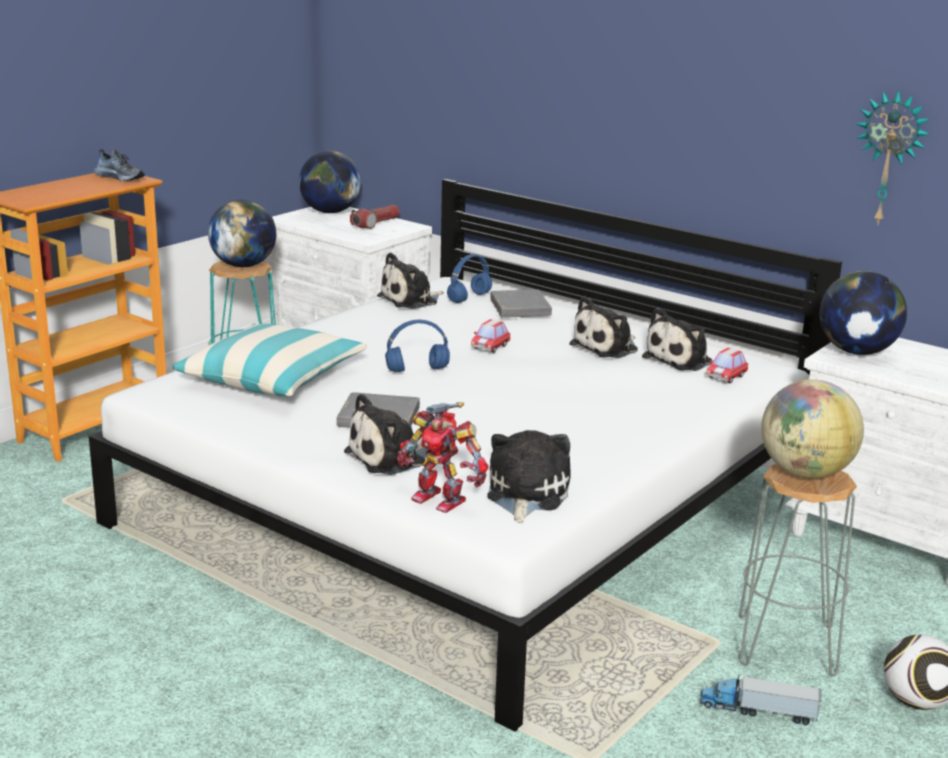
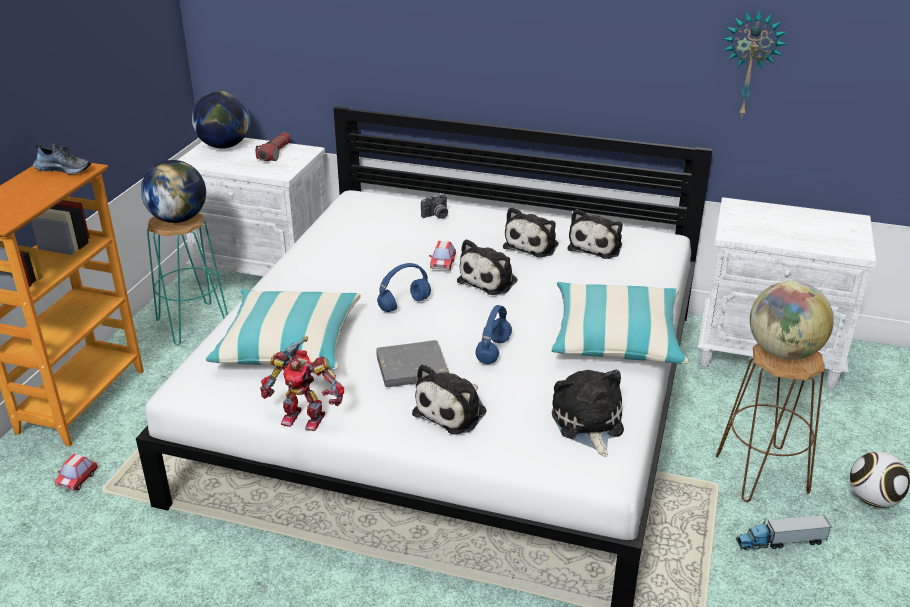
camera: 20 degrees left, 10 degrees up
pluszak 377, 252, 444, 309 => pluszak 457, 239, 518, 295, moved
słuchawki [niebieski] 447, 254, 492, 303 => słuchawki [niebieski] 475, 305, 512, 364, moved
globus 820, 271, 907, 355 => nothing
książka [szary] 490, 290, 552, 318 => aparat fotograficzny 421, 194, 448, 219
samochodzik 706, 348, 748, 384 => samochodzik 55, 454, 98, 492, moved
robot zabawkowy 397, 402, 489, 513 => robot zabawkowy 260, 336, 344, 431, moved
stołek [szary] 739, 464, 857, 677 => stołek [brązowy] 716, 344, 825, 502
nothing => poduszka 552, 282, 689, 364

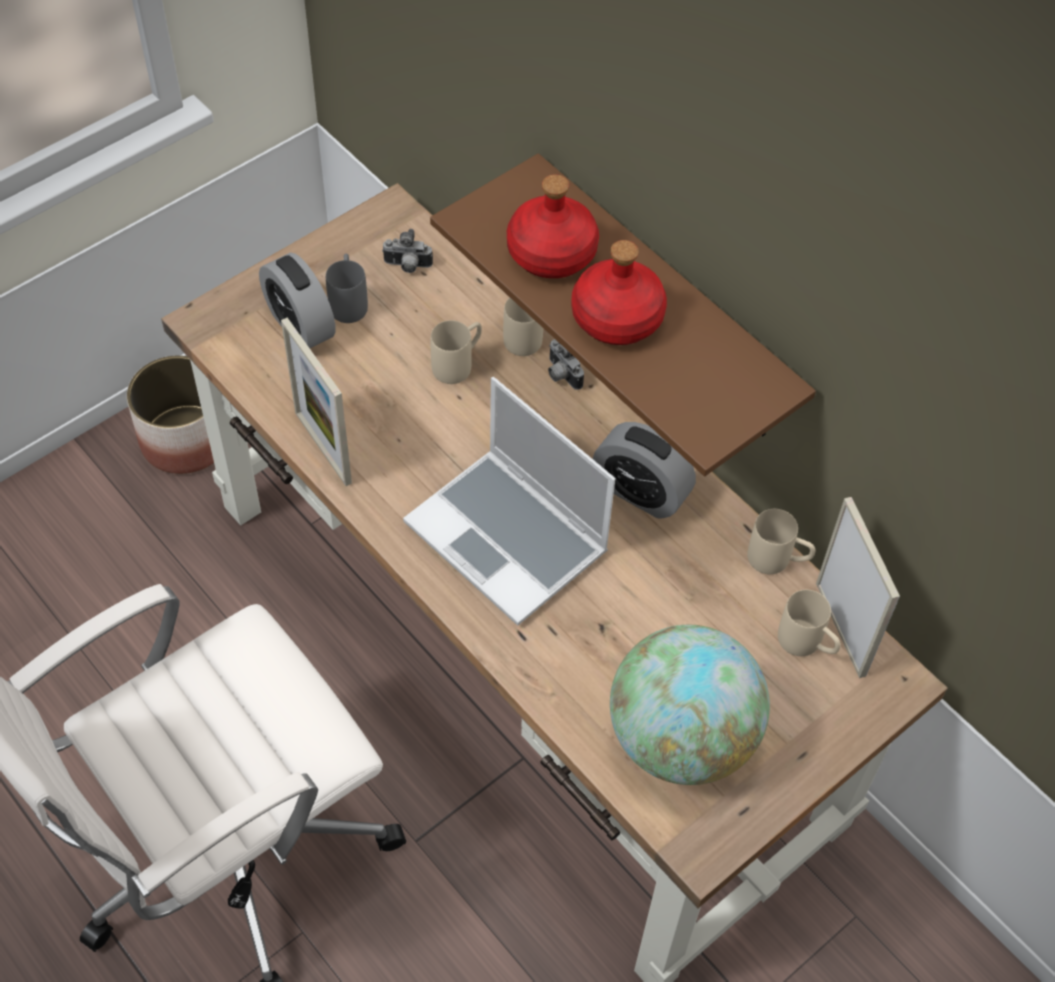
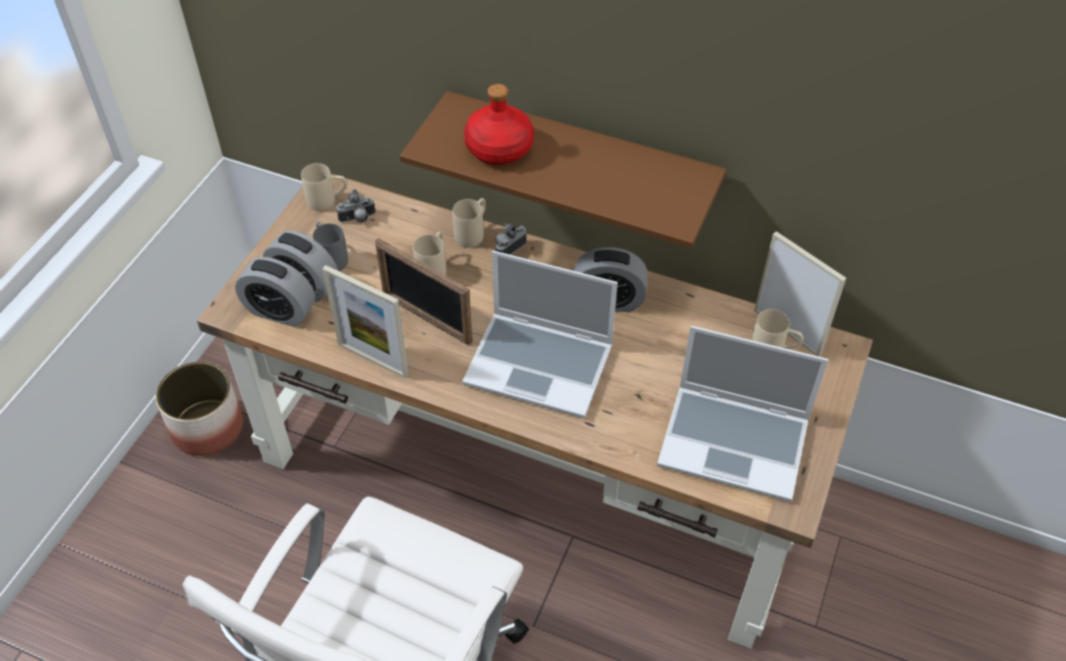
camera: 25 degrees left, 5 degrees down
butelka [czerwony] 572, 240, 667, 345 => nothing
aparat fotograficzny 548, 339, 584, 390 => aparat fotograficzny 495, 223, 527, 255, 105 degrees clockwise
kubek [beżowy] 747, 509, 816, 575 => kubek [beżowy] 301, 163, 347, 211, moved
globus 610, 625, 770, 785 => laptop 657, 326, 828, 502
nothing => ramka na zdjęcie 375, 238, 473, 345
nothing => budzik 235, 257, 315, 327

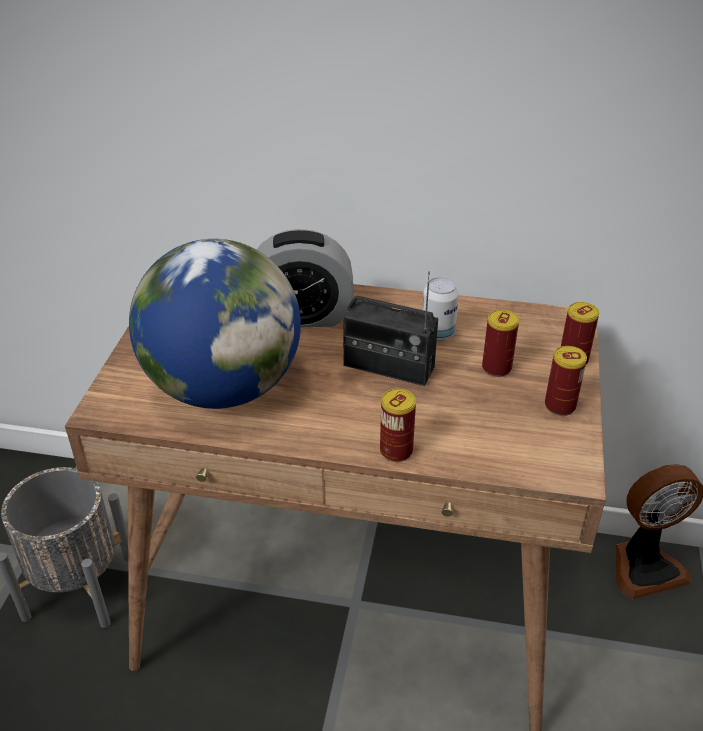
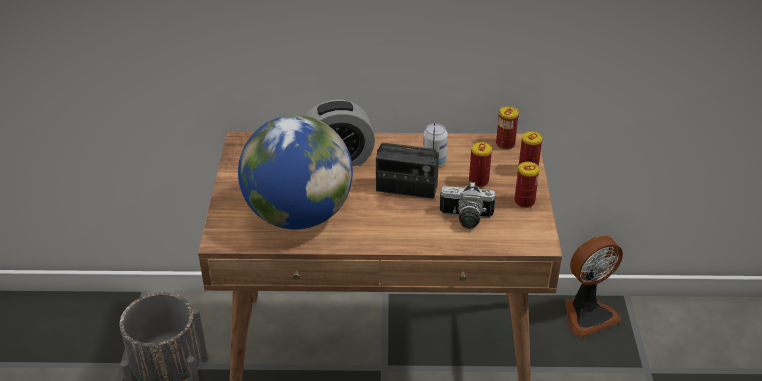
camera: 10 degrees left, 0 degrees up
puszka 380, 389, 416, 462 => puszka 496, 106, 519, 150, moved
nothing => aparat fotograficzny 440, 182, 495, 229

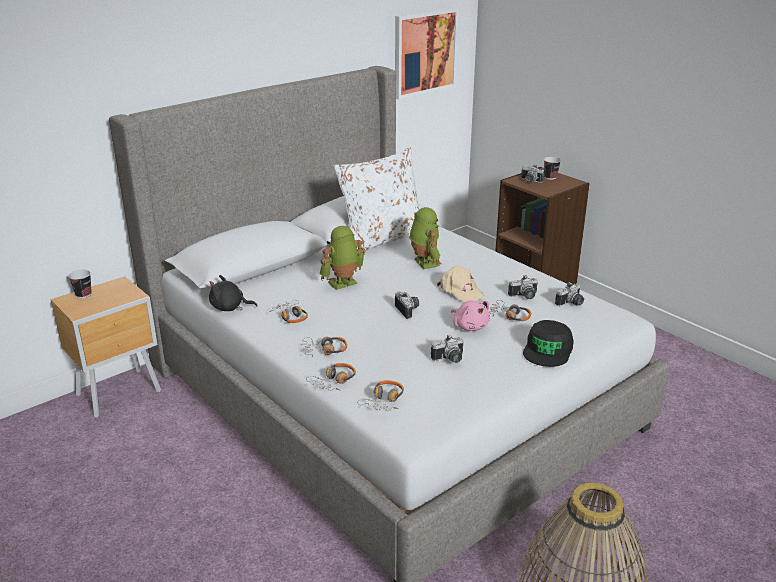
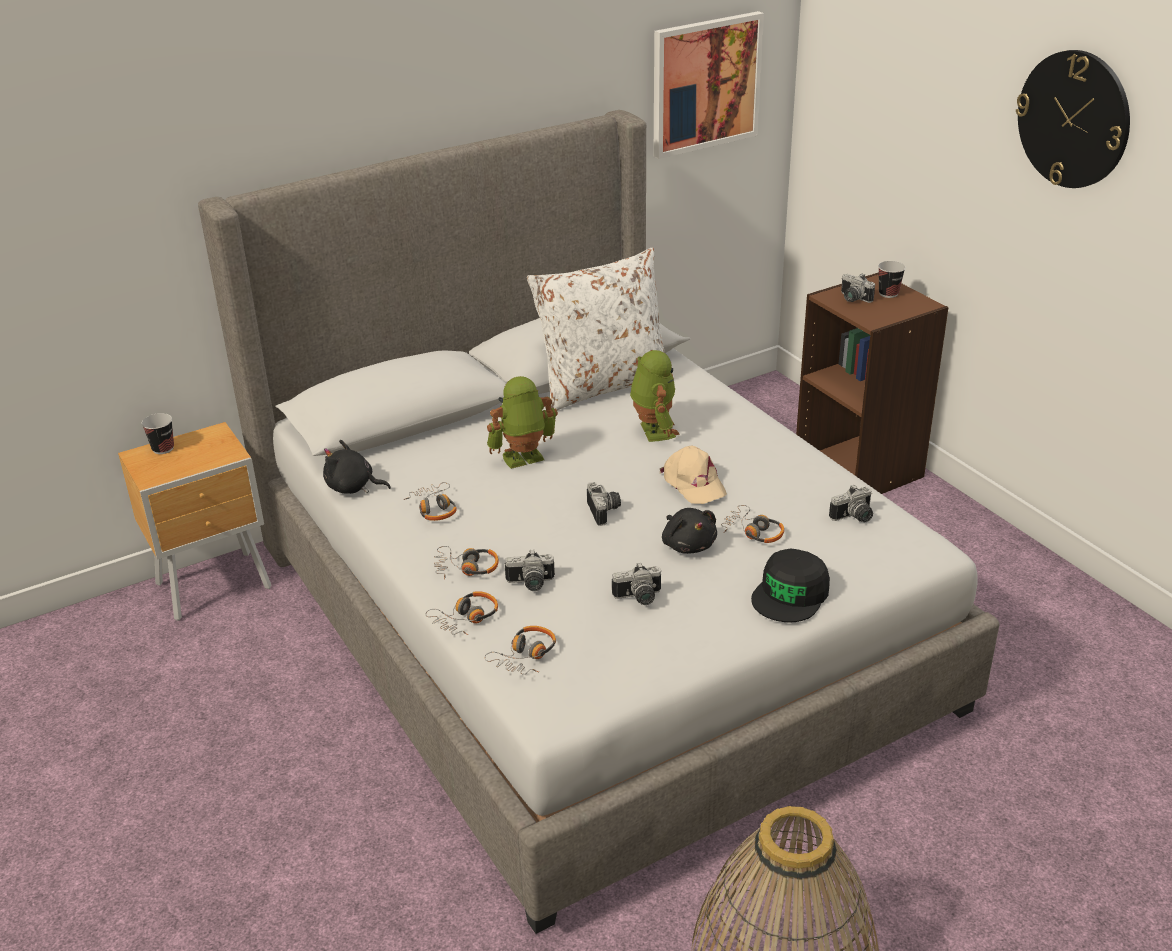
camera: 10 degrees right, 5 degrees up
aparat fotograficzny 508, 276, 538, 299 => aparat fotograficzny 505, 549, 555, 591, moved
pluszak [różowy] 451, 300, 490, 331 => pluszak [czarny] 662, 508, 717, 554
nothing => zegar ścienny 1016, 50, 1130, 188

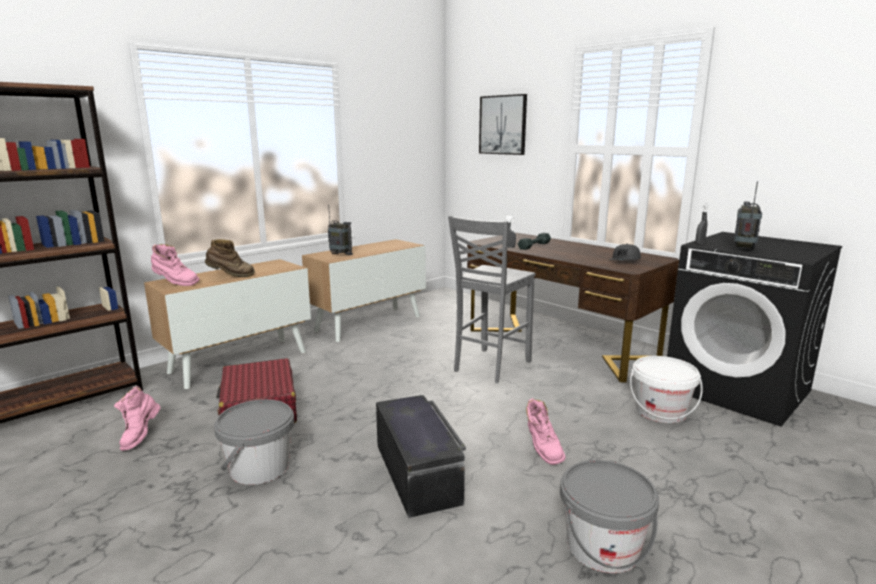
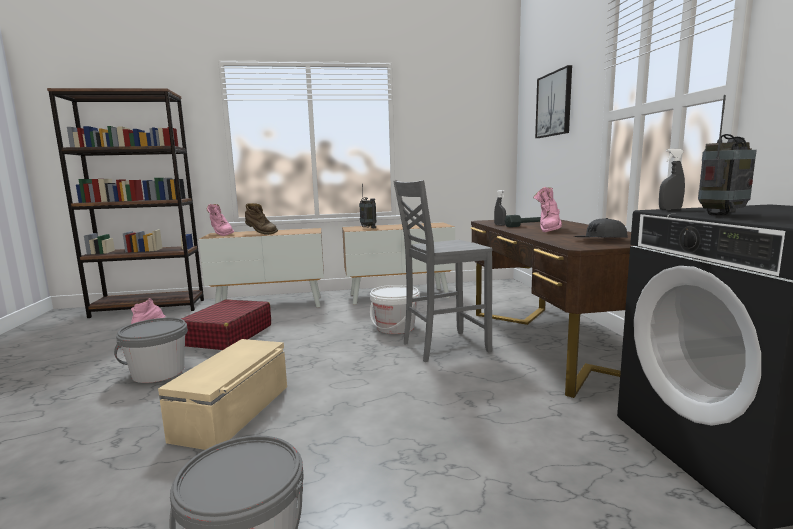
camera: 35 degrees right, 5 degrees down
wiadro [biały] 630, 356, 703, 423 => wiadro [biały] 370, 285, 420, 334, moved
pojemnik do przechowywania [czarny] 376, 395, 466, 518 => pojemnik do przechowywania [beżowy] 158, 339, 287, 450
but z cholewką [różowy] 526, 398, 566, 465 => but z cholewką [różowy] 533, 187, 562, 232, moved

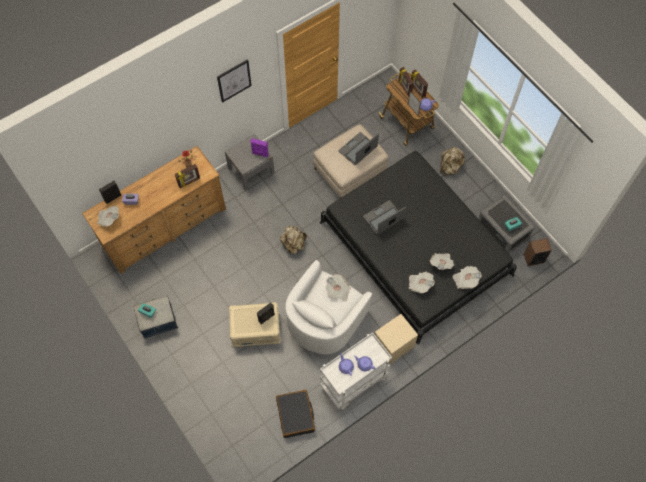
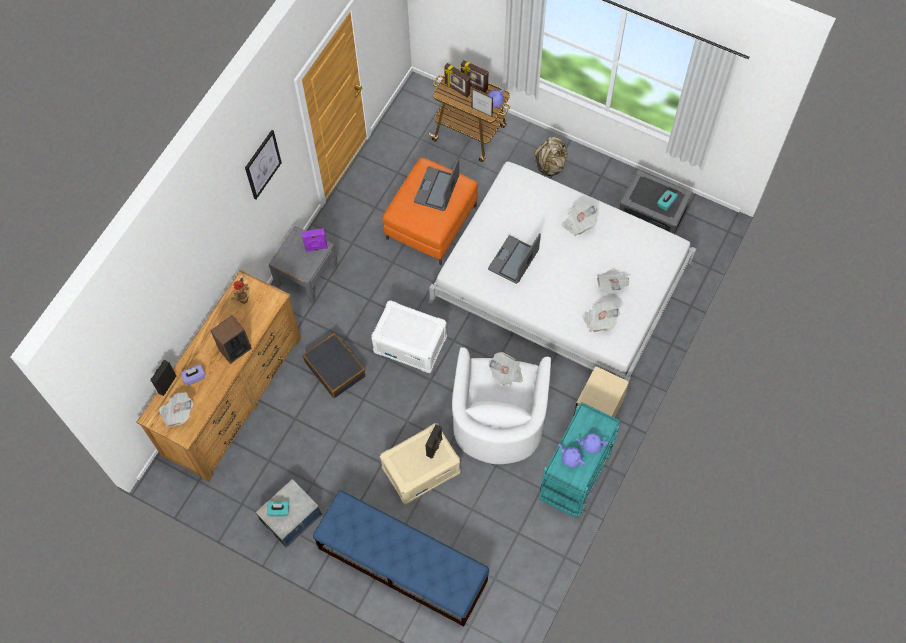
camera: 25 degrees left, 0 degrees up
pufa [beżowy] 313, 124, 389, 198 => pufa [pomarańczowy] 382, 158, 478, 265
łóżko [czarny] 319, 151, 518, 345 => łóżko [biały] 428, 161, 696, 396
ramka na zdjęcie 175, 164, 200, 188 => nothing
plecak [beżowy] 280, 226, 307, 254 => pojemnik do przechowywania [biały] 371, 300, 447, 373
głośnik 523, 238, 552, 266 => głośnik 210, 315, 252, 364, moved
gazeta 453, 266, 482, 289 => gazeta 562, 202, 597, 236, moved
wózek [biały] 320, 332, 392, 410 => wózek [turkusowy] 539, 402, 620, 518
walizka [czarny] 276, 390, 315, 438 => walizka [czarny] 303, 333, 366, 398, moved
nothing => ławka [niebieski] 313, 491, 489, 627

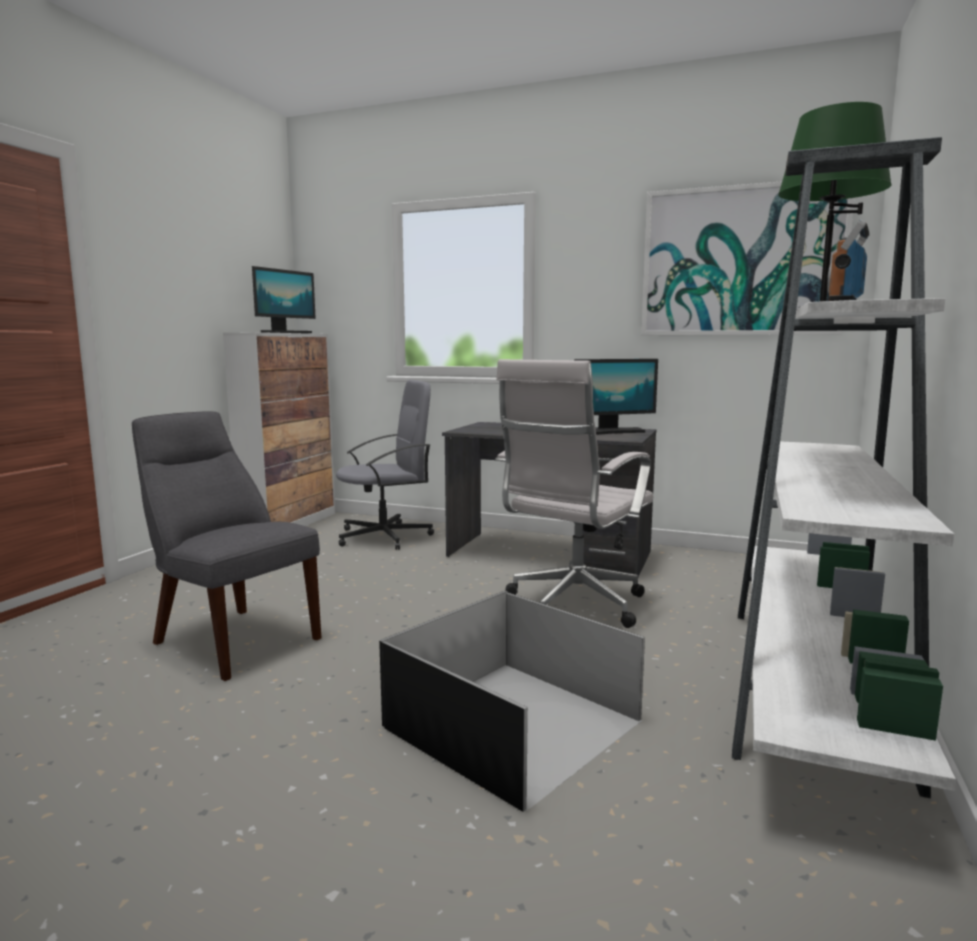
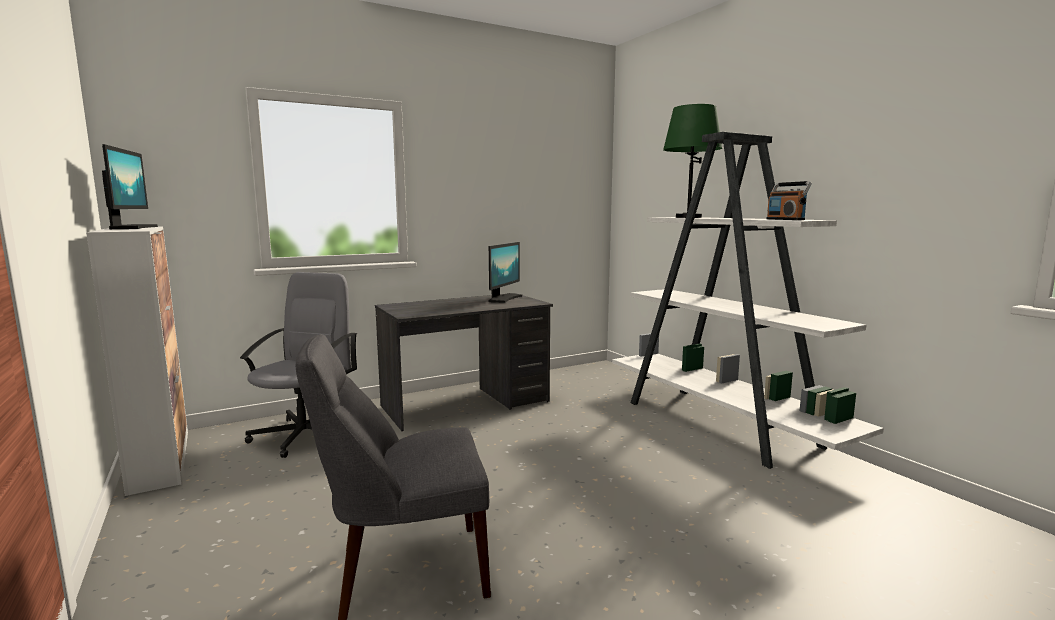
camera: 50 degrees left, 0 degrees up
obraz 641, 181, 854, 335 => nothing
krzesło biurowe [biały] 495, 359, 654, 628 => nothing
pojemnik do przechowywania [czarny] 379, 590, 645, 812 => nothing

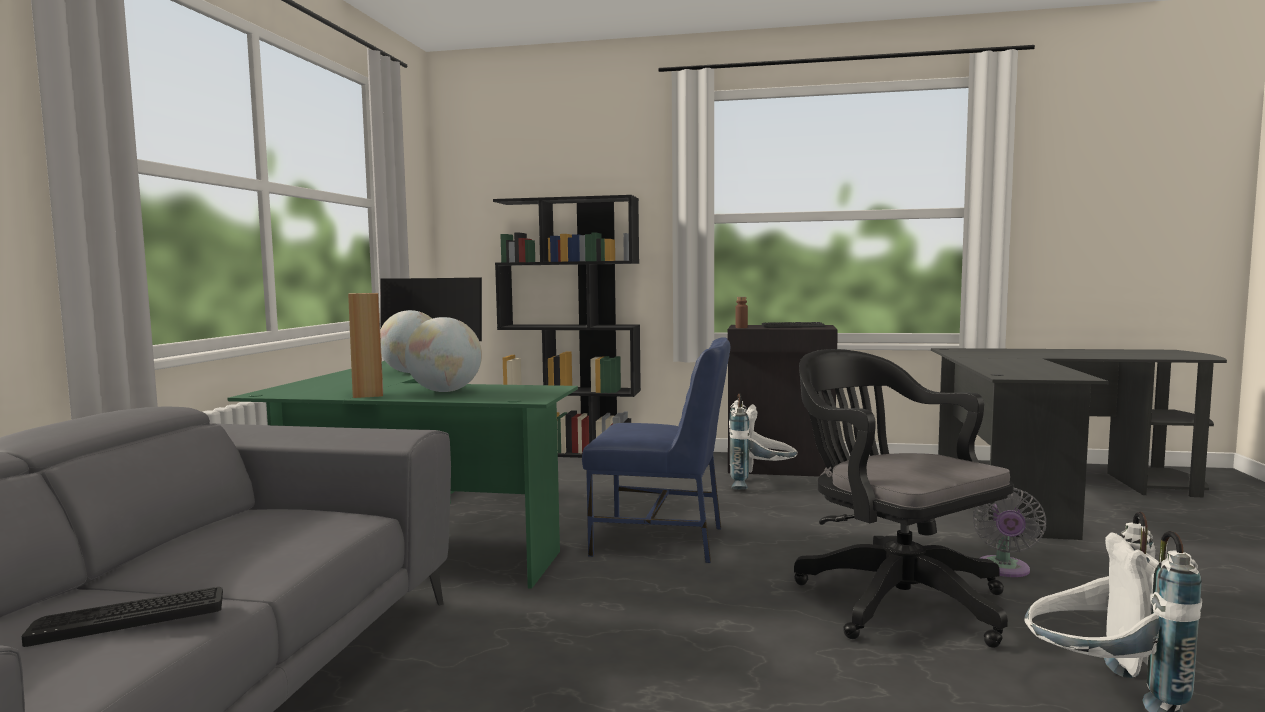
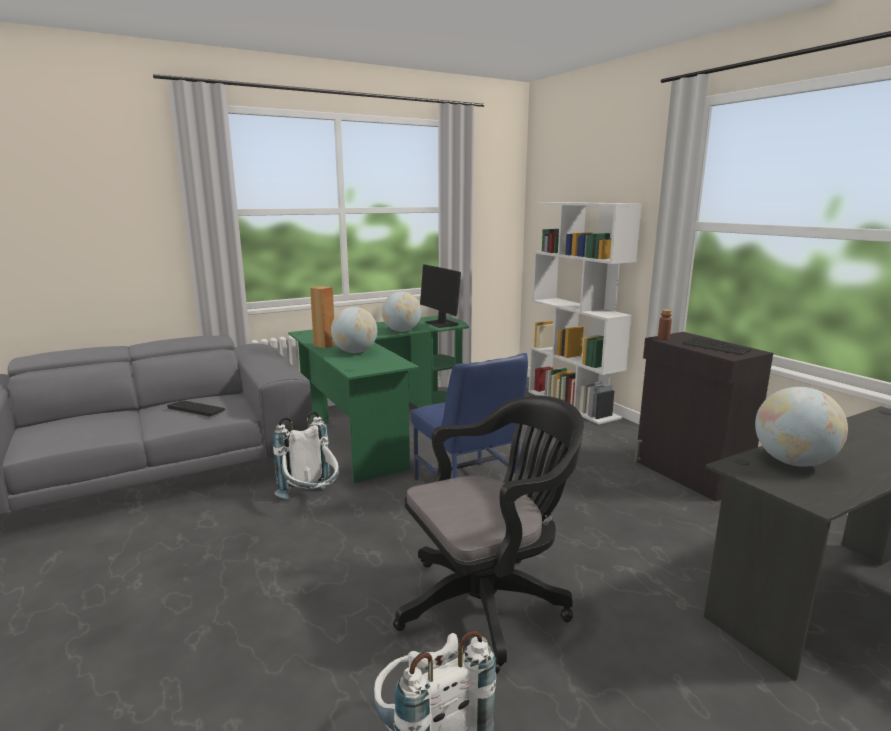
camera: 50 degrees right, 10 degrees up
regał [czarny] 493, 195, 641, 458 => regał [biały] 529, 202, 642, 425
krzesło biurowe [czarny] 794, 349, 1014, 648 => krzesło biurowe [czarny] 393, 395, 584, 675, 45 degrees clockwise
plecak [biały] 729, 393, 797, 490 => plecak [biały] 272, 411, 339, 499, moved
wentylator [szary] 973, 488, 1046, 577 => nothing
klawiatura 21, 587, 223, 647 => klawiatura 167, 401, 225, 417, moved
nothing => globus 755, 387, 848, 467

